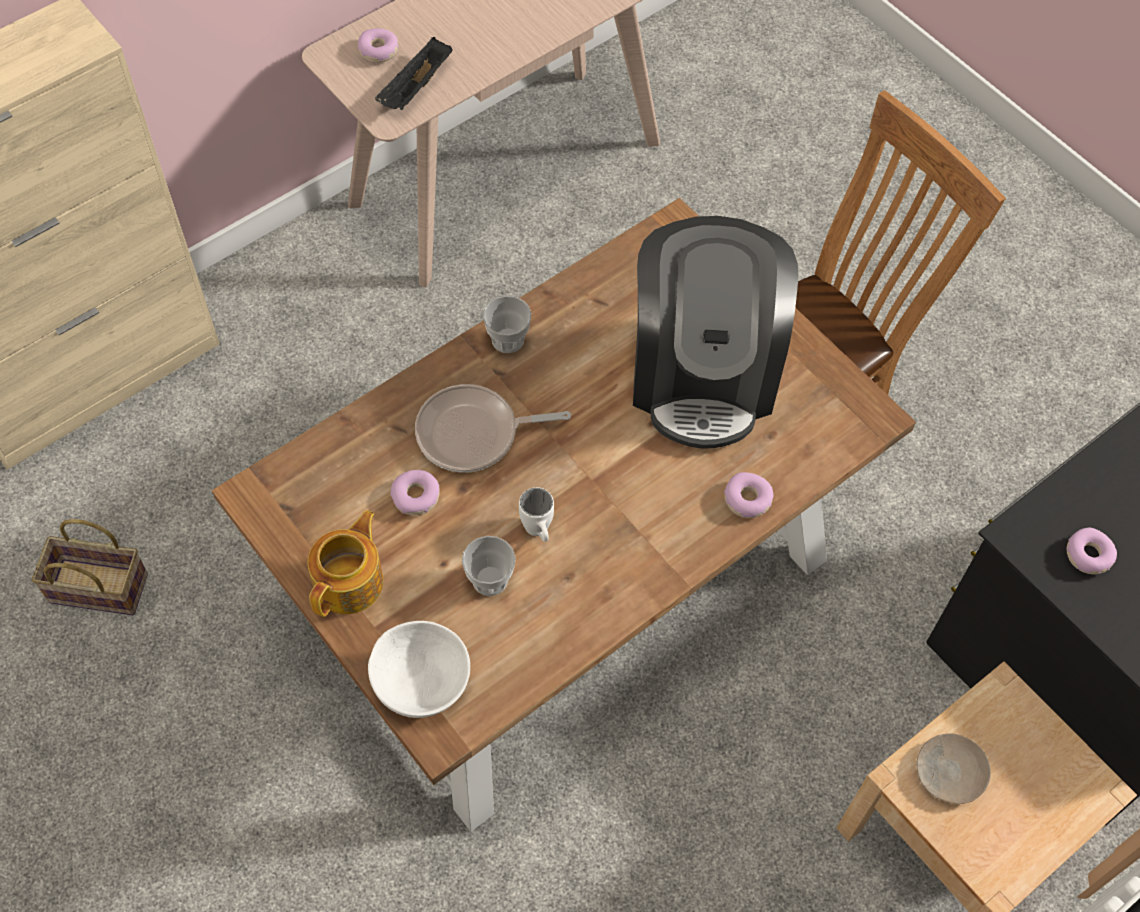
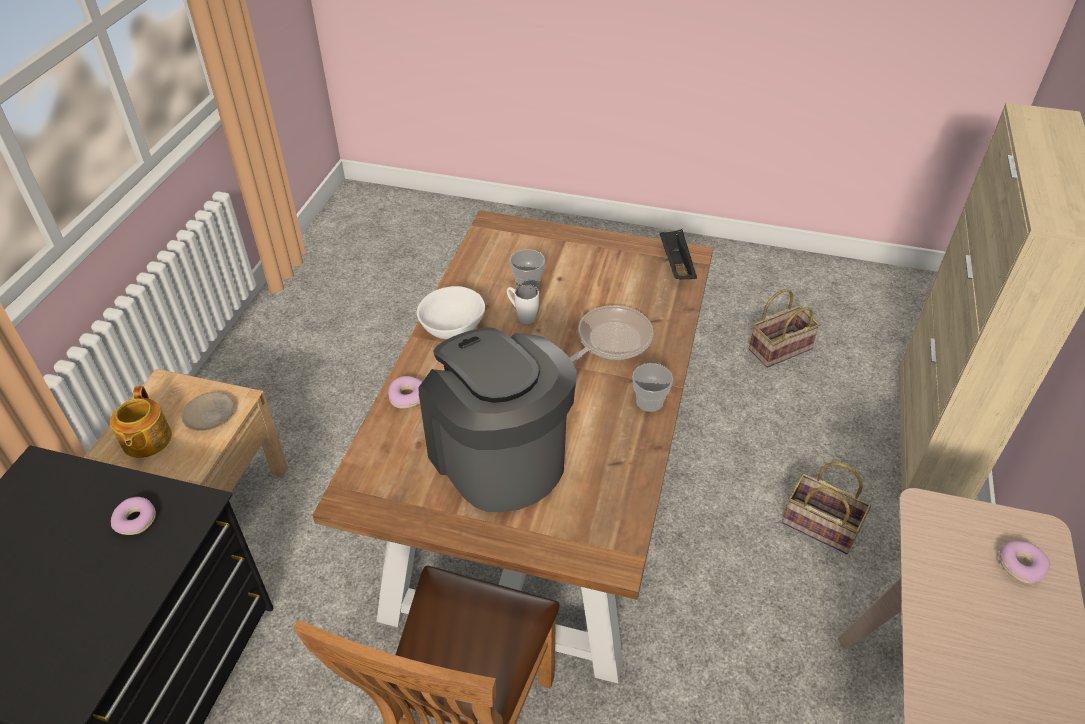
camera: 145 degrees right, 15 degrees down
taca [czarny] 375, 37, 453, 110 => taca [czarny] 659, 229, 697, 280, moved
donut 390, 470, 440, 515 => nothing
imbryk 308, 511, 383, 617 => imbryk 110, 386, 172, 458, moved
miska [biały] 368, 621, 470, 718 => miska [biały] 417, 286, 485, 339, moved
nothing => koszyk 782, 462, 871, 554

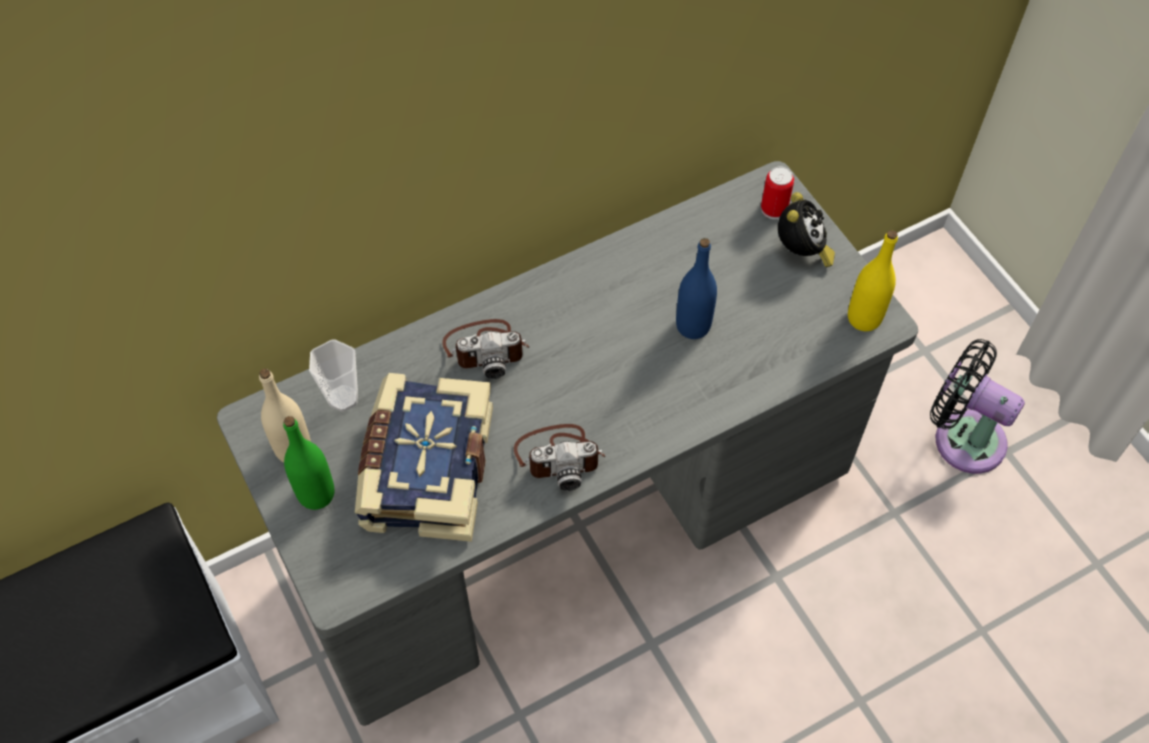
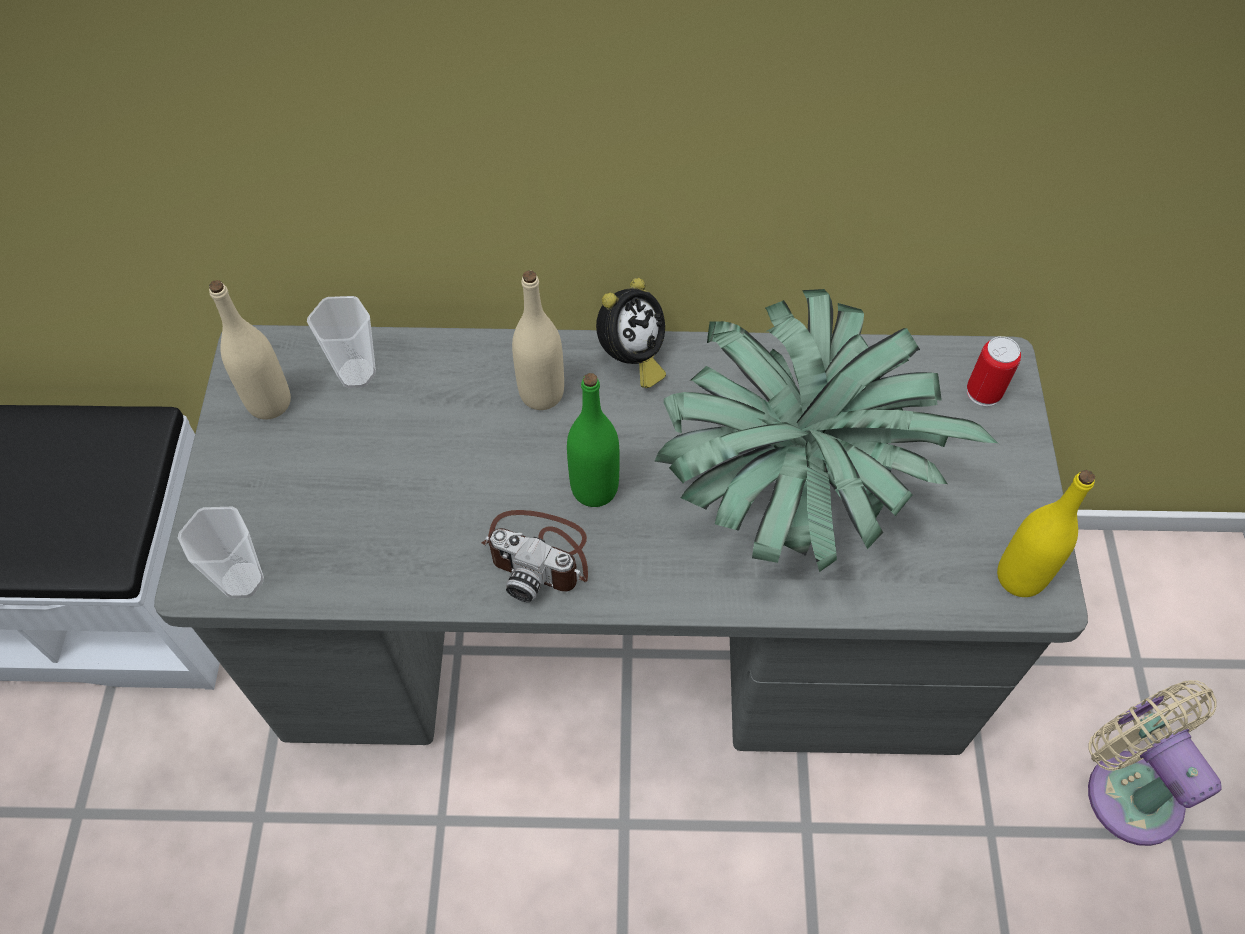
camera: 30 degrees right, 0 degrees up
budzik 778, 192, 835, 267 => budzik 596, 278, 666, 388, moved
butelka [niebieski] 676, 238, 717, 339 => roślina doniczkowa 654, 289, 999, 572
aparat fotograficzny 442, 319, 529, 379 => butelka [beżowy] 512, 270, 564, 410
wentylator [czarny] 930, 339, 1025, 474 => wentylator [beżowy] 1088, 680, 1222, 846
książka 355, 373, 493, 542 => nothing
butelka [zielony] 283, 416, 334, 510 => butelka [zielony] 567, 373, 620, 507, moved
nothing => filiżanka 178, 507, 264, 599

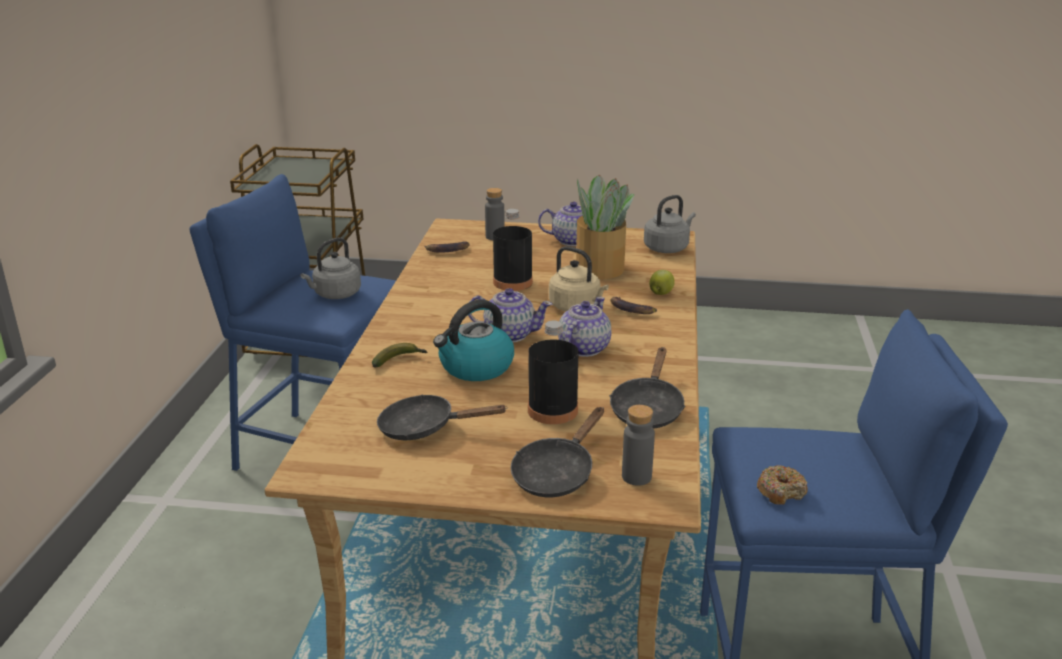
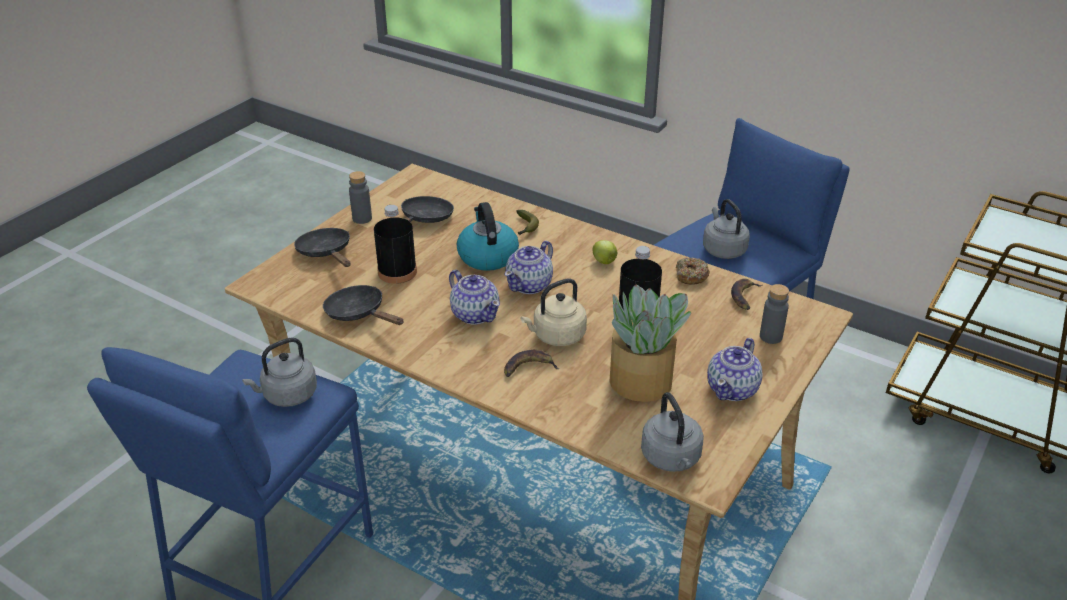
camera: 115 degrees right, 10 degrees up
jabłko 649, 270, 675, 295 => jabłko 593, 240, 617, 264, moved
butelka [szary] 622, 405, 655, 486 => butelka [szary] 349, 171, 372, 224, moved
donut 757, 465, 808, 505 => donut 676, 257, 710, 285, moved
nothing => czajnik [szary] 242, 338, 317, 407

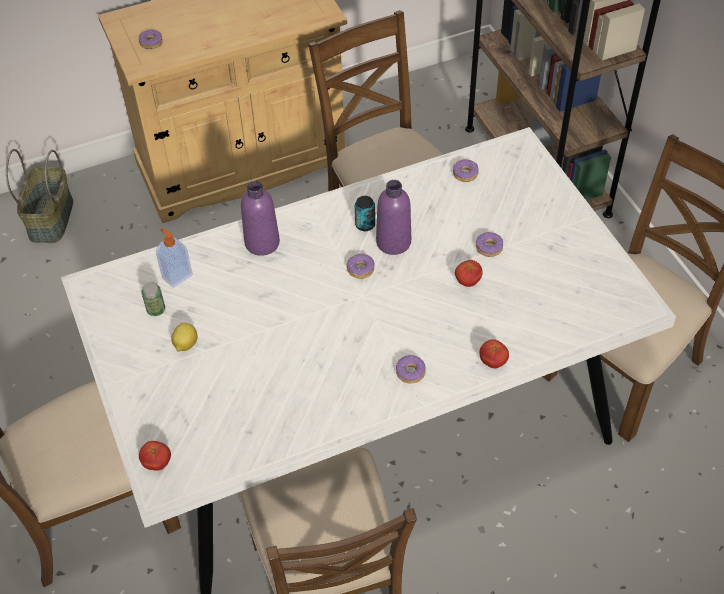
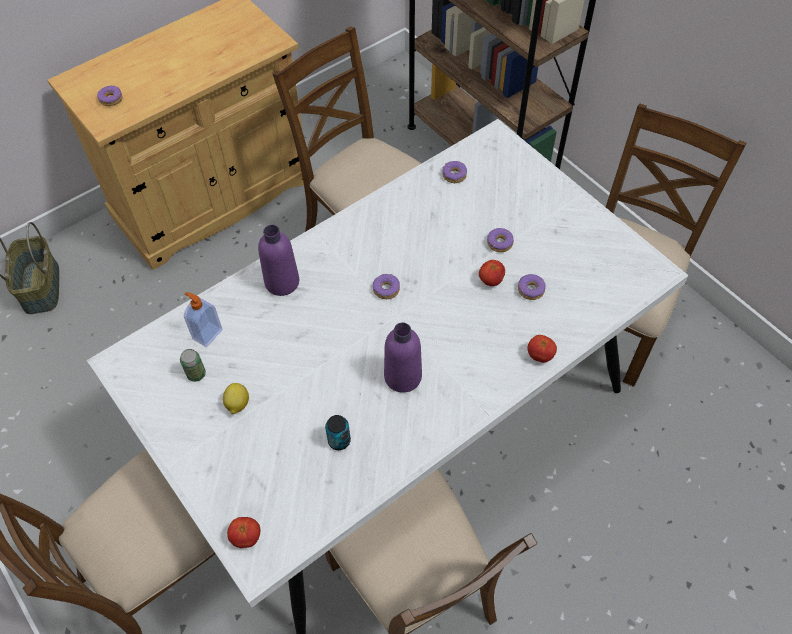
camera: 15 degrees left, 5 degrees up
butelka [fioletowy] 376, 180, 411, 255 => butelka [fioletowy] 384, 322, 422, 393, moved
puszka 355, 196, 375, 231 => puszka 325, 415, 351, 450, moved
donut 396, 355, 426, 384 => donut 518, 274, 546, 300, moved

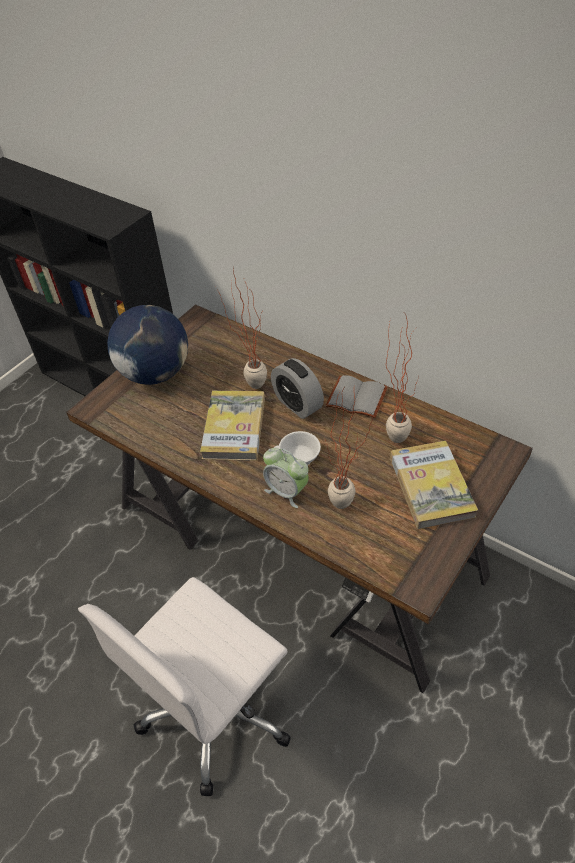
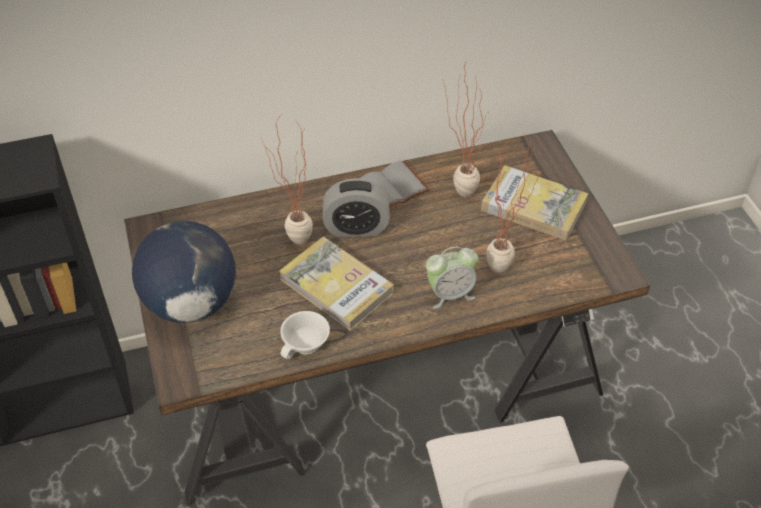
camera: 55 degrees left, 0 degrees up
filiżanka [biały] 274, 431, 321, 465 => filiżanka [biały] 280, 311, 330, 359, moved

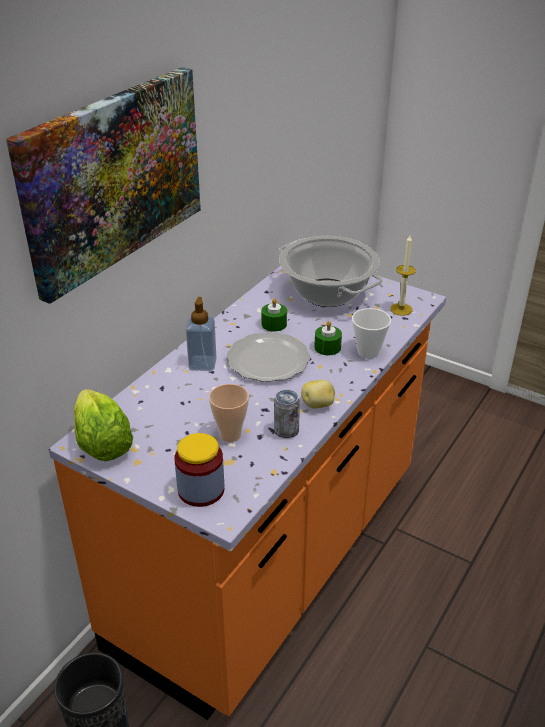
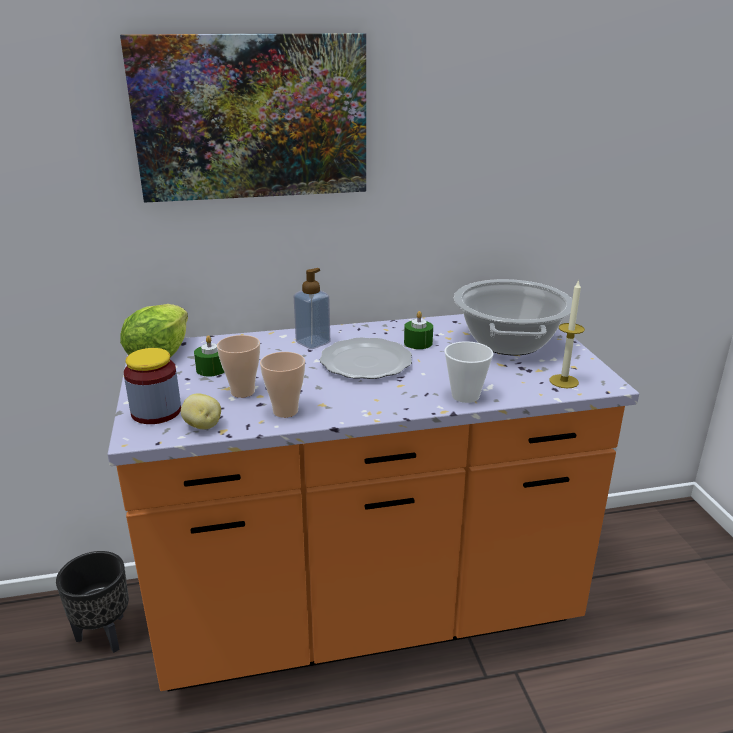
camera: 45 degrees right, 10 degrees down
świeca [zielony] 314, 321, 342, 355 => świeca [zielony] 194, 335, 225, 377, moved
ziemniak 301, 380, 335, 408 => ziemniak 181, 393, 221, 429, moved
puszka 274, 390, 300, 438 => filiżanka 260, 352, 305, 418

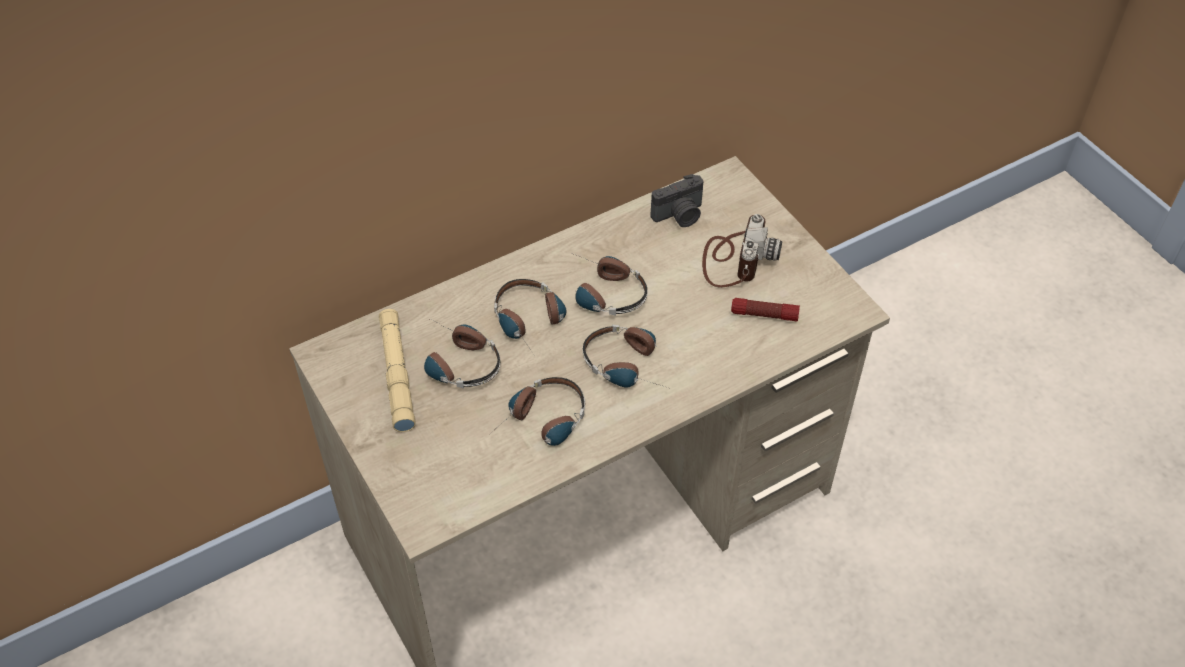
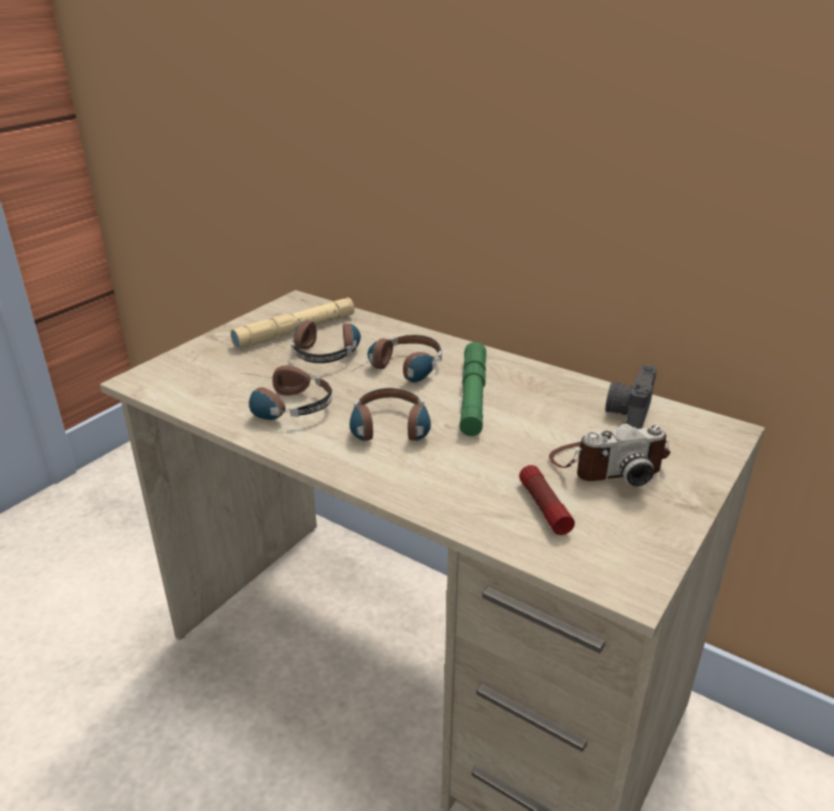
camera: 65 degrees right, 20 degrees down
aparat fotograficzny 650, 174, 704, 227 => aparat fotograficzny 605, 365, 657, 429, 75 degrees clockwise
słuchawki 571, 253, 648, 316 => latarka [zielony] 459, 342, 486, 436

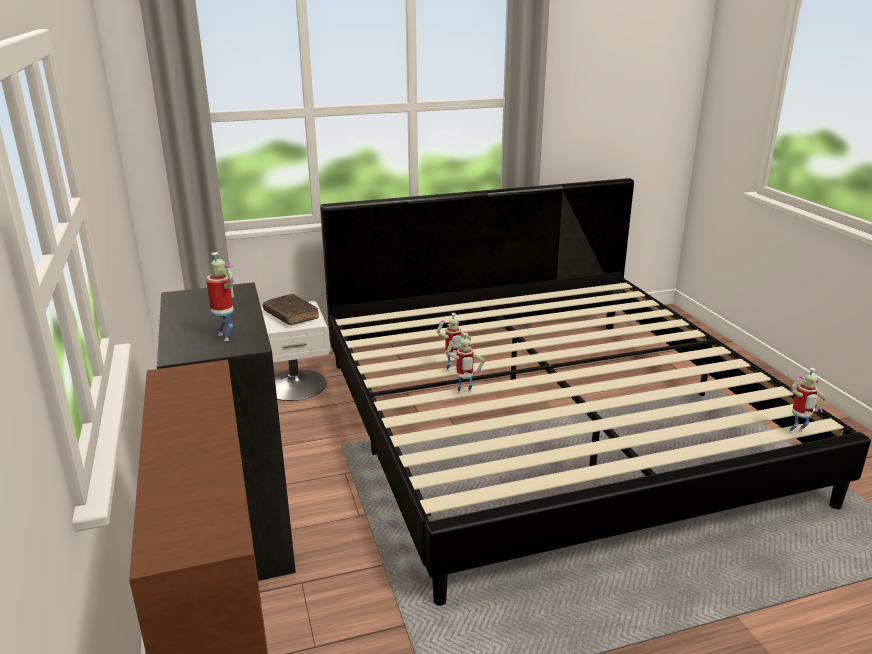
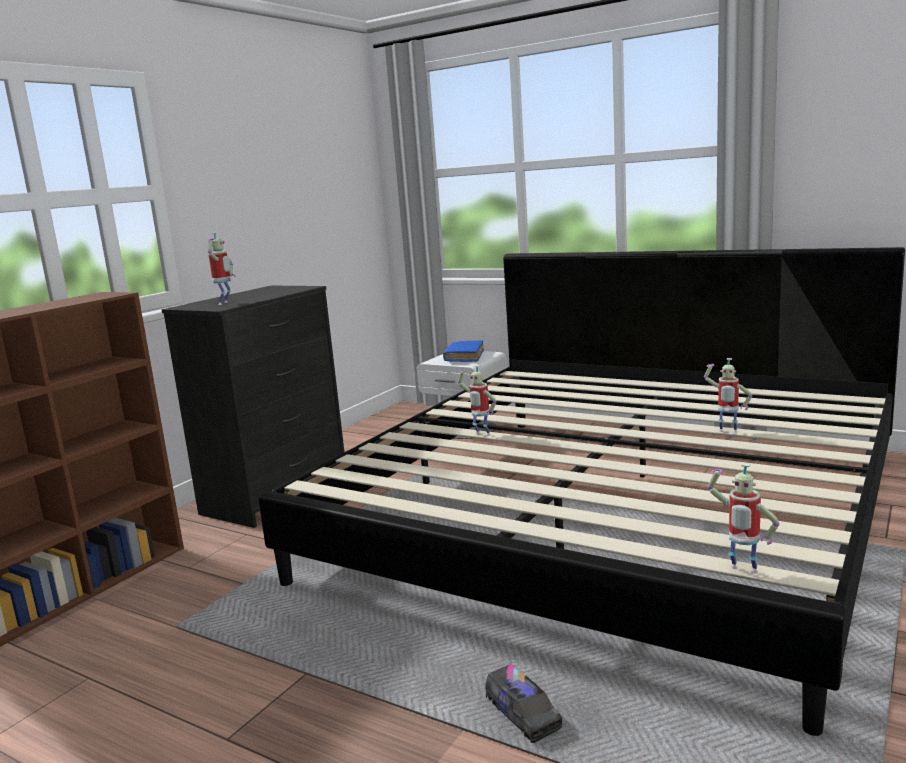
camera: 50 degrees right, 10 degrees down
książka [brązowy] 263, 294, 319, 325 => książka [niebieski] 443, 340, 484, 362
robot zabawkowy 437, 313, 471, 372 => robot zabawkowy 704, 358, 752, 433, moved
nothing => ciężarówka zabawkowa 485, 664, 563, 743

